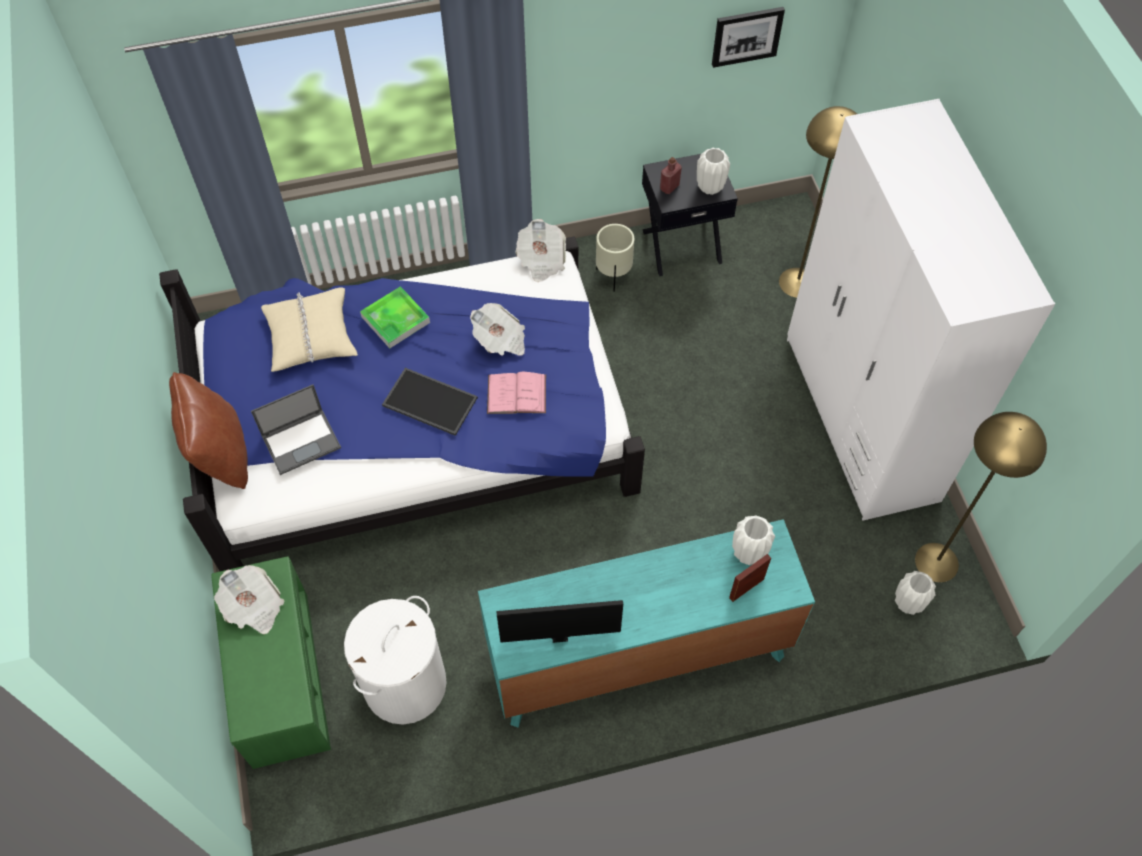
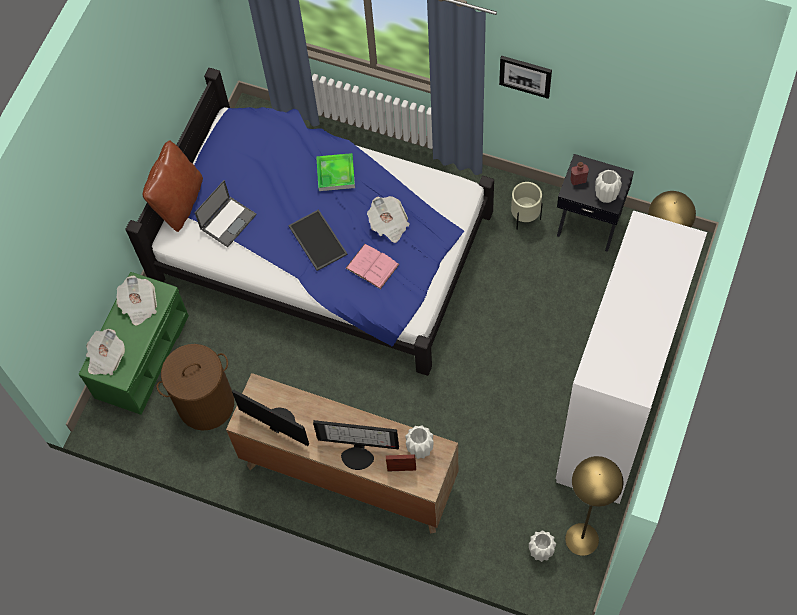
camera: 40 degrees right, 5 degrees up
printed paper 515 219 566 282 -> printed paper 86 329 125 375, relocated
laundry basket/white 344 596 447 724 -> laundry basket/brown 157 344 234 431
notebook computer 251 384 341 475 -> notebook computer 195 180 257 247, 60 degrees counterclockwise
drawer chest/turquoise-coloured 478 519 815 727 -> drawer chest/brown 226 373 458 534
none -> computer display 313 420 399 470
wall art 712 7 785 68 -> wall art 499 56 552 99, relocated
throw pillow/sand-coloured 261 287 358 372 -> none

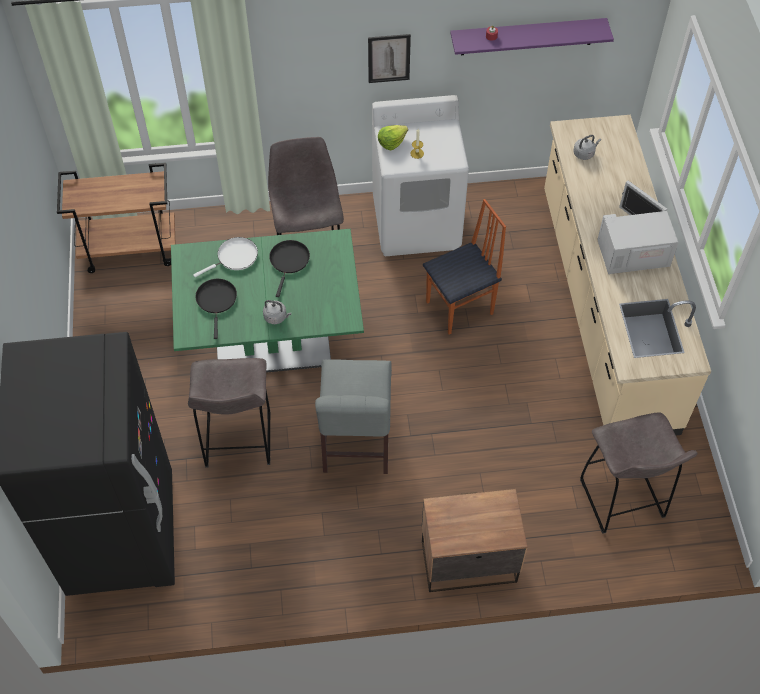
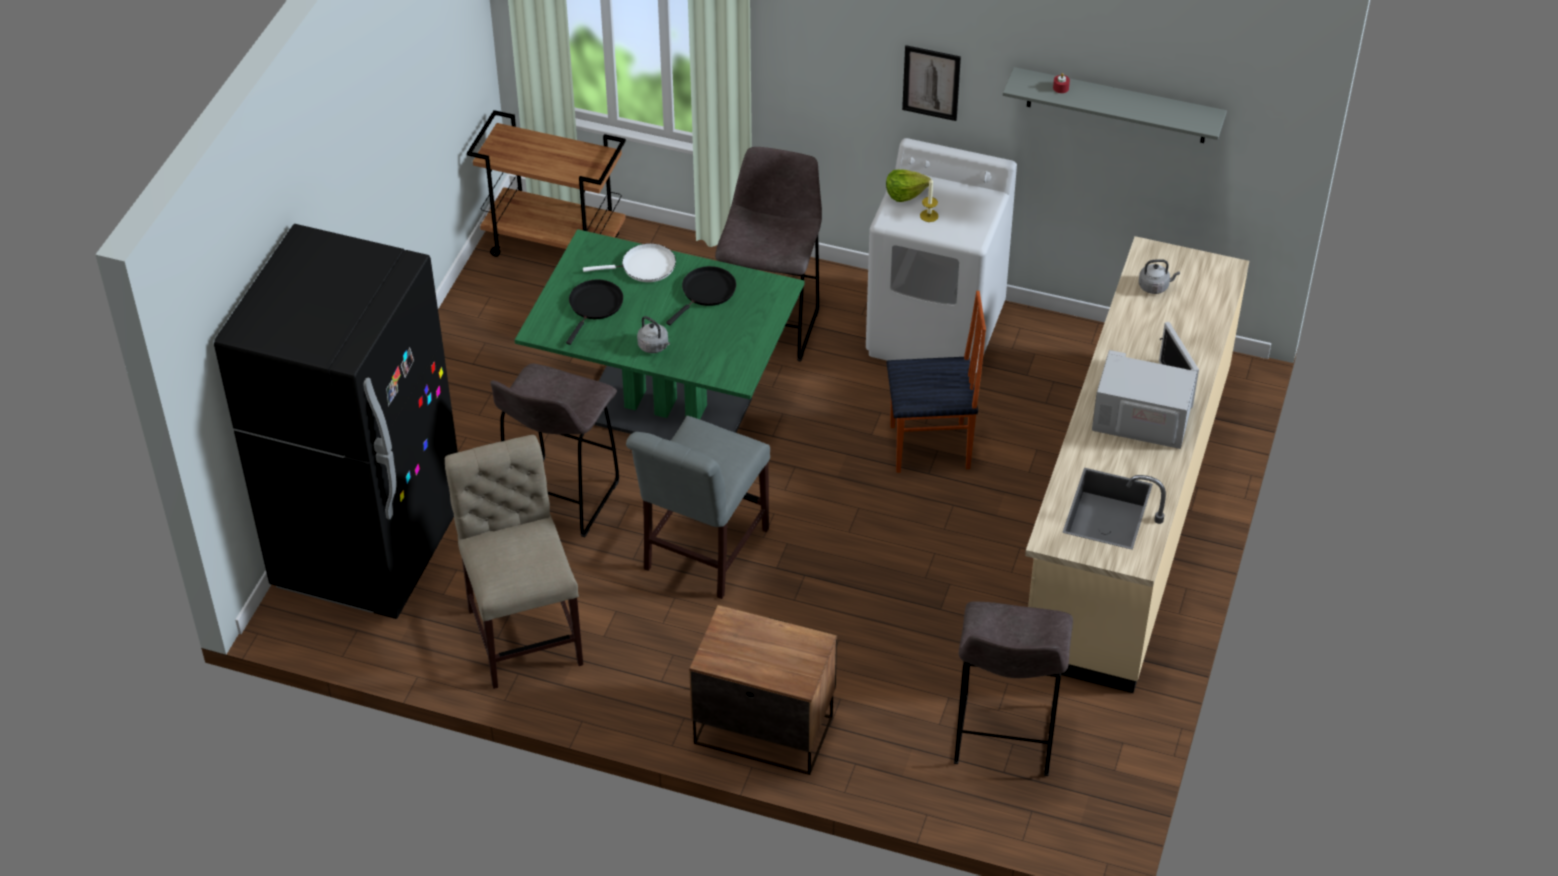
camera: 25 degrees right, 10 degrees down
none -> upright chair/sand-coloured 445 435 583 689
wall shelf/purplish 450 18 614 55 -> wall shelf/grey 1003 67 1227 143

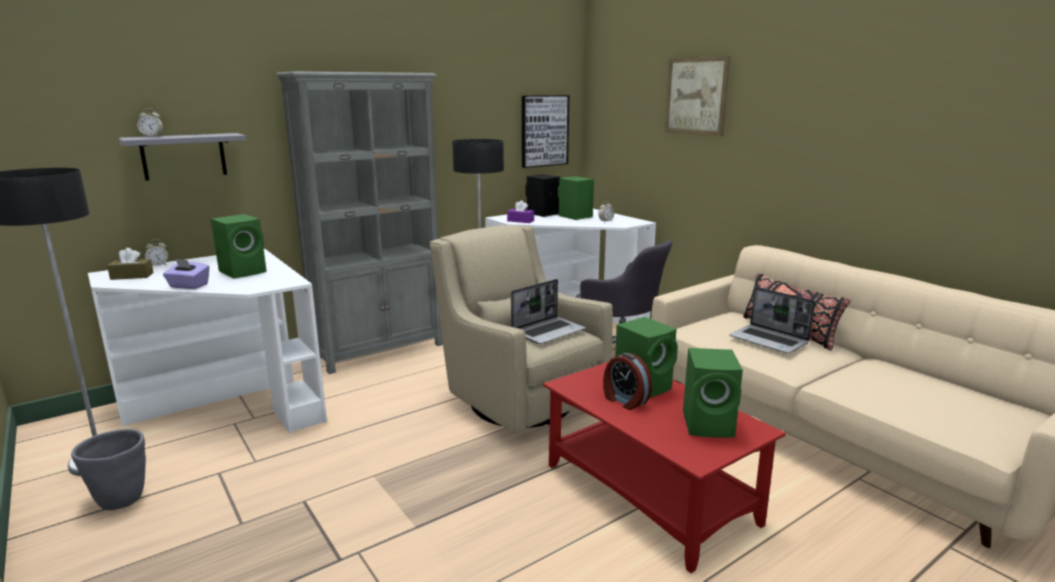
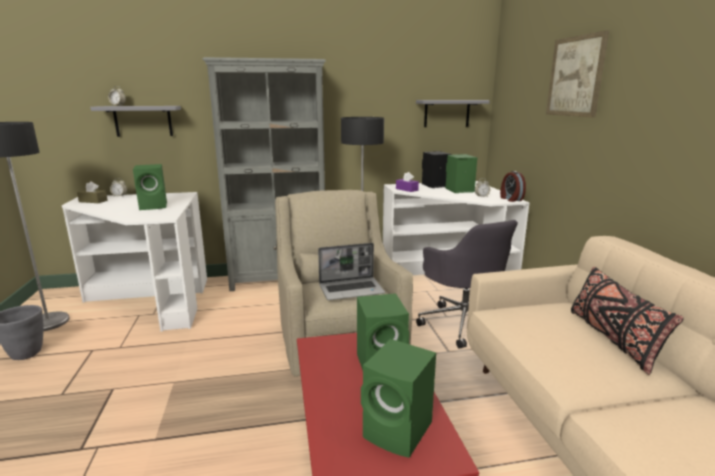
camera: 25 degrees right, 0 degrees up
wall art 522 95 569 168 -> wall shelf/grey 416 100 490 127
table clock 603 353 652 410 -> table clock 500 171 526 202, relocated
box of tissues/purplish 163 259 209 289 -> none
notebook computer 729 287 815 354 -> none

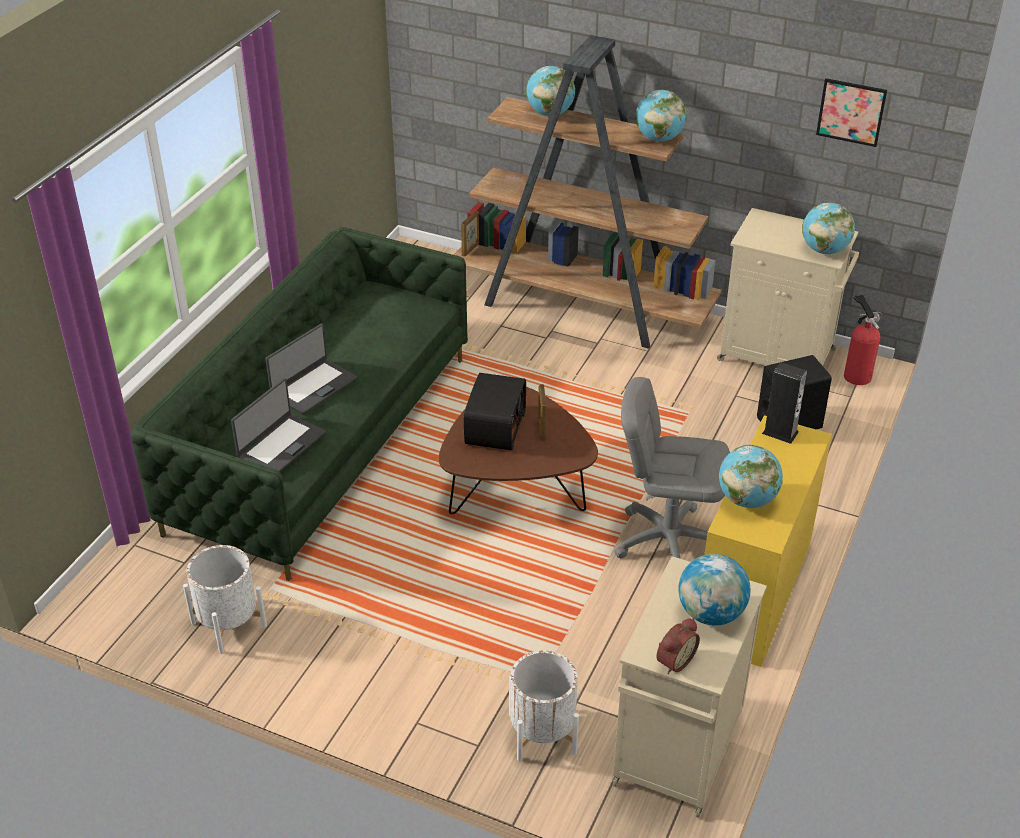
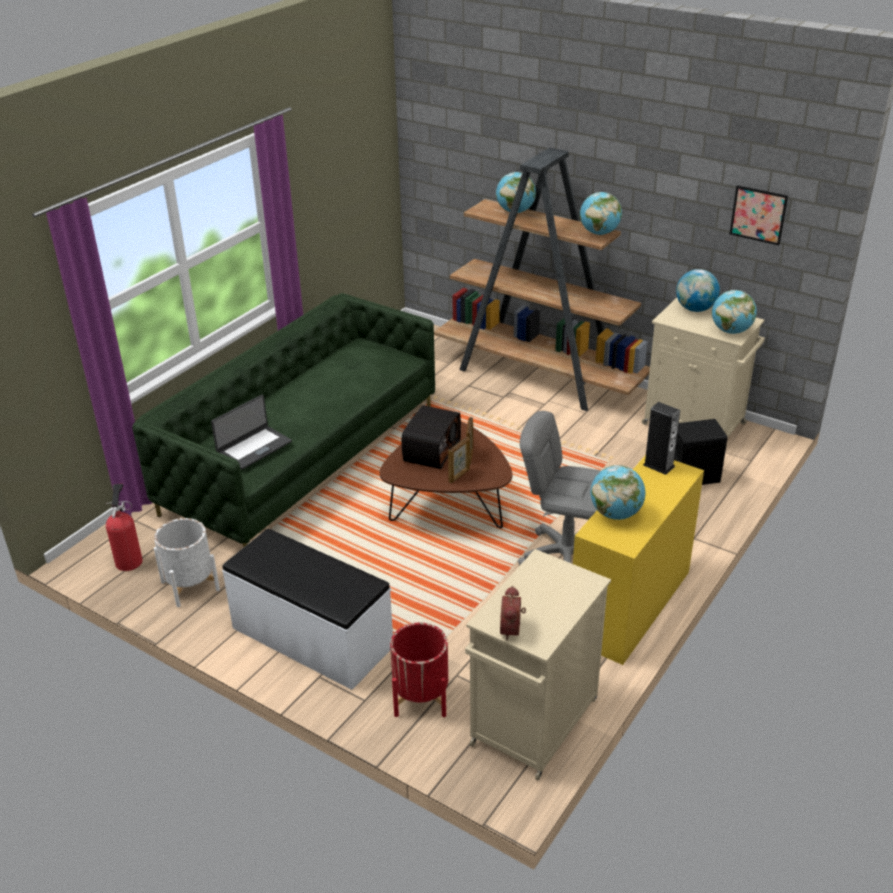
camera: 10 degrees right, 5 degrees down
fire extinguisher 844 295 882 385 -> fire extinguisher 106 484 143 571, relocated
none -> long seat/white 222 529 393 690
plant pot/white 509 650 579 762 -> plant pot/red 390 622 448 717
photo frame 461 211 479 257 -> photo frame 448 437 470 483, relocated
table clock 656 618 700 674 -> table clock 500 586 526 640, 135 degrees clockwise
world globe 679 554 751 625 -> world globe 676 269 720 312, relocated
notebook computer 265 324 358 415 -> none

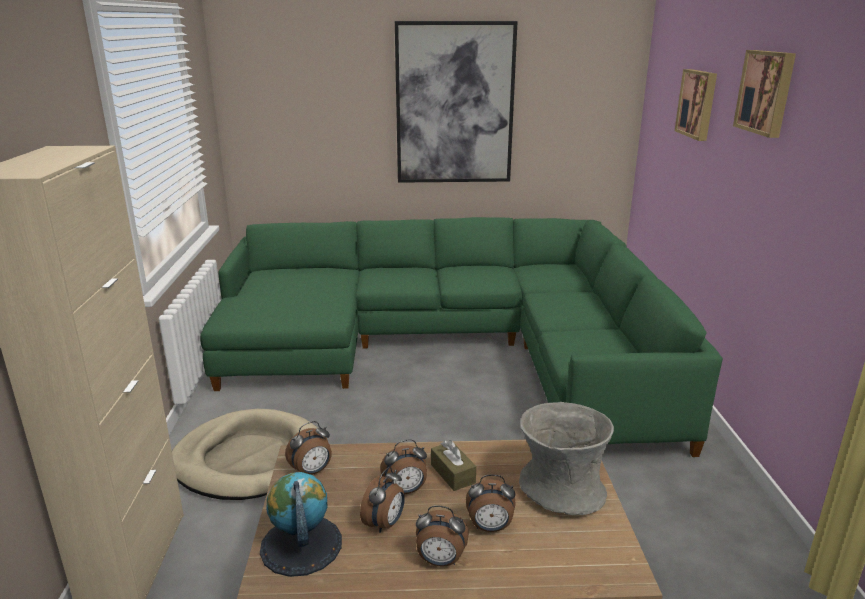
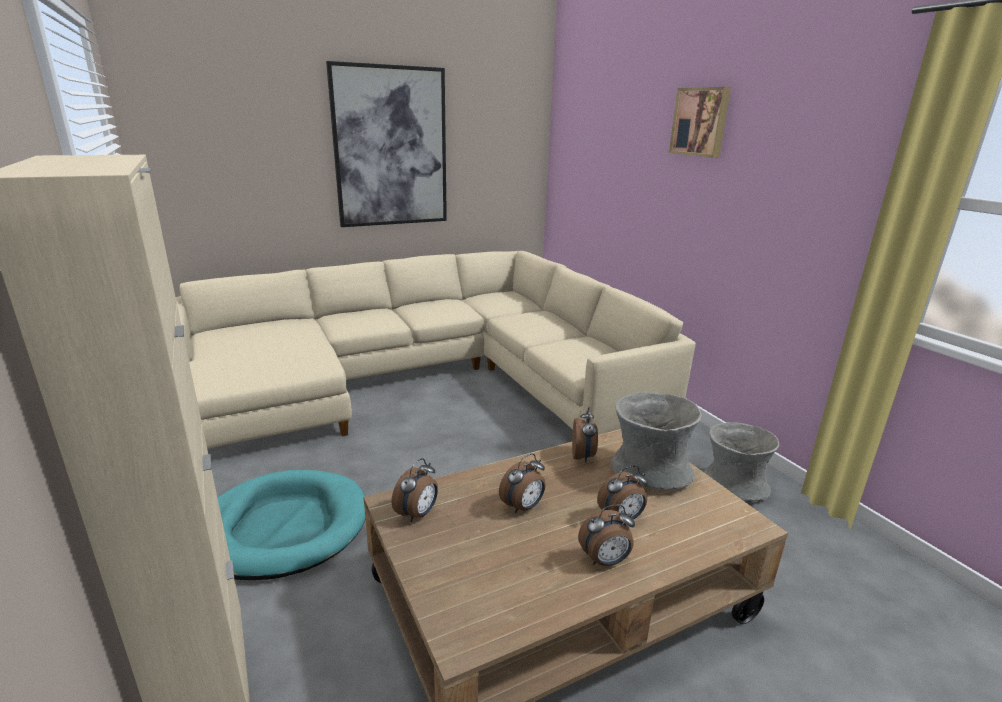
camera: 25 degrees left, 0 degrees up
couch/green 200 217 723 457 -> couch/sand-coloured 176 251 696 449
dog bed/sand-coloured 172 409 317 500 -> dog bed/turquoise-coloured 217 470 365 580
table clock 360 467 405 533 -> table clock 572 407 598 463, relocated
none -> flower vase/grey 704 422 779 501
world globe 260 472 342 577 -> none
box of tissues/brown 431 440 476 491 -> none
wall art 675 69 717 141 -> none

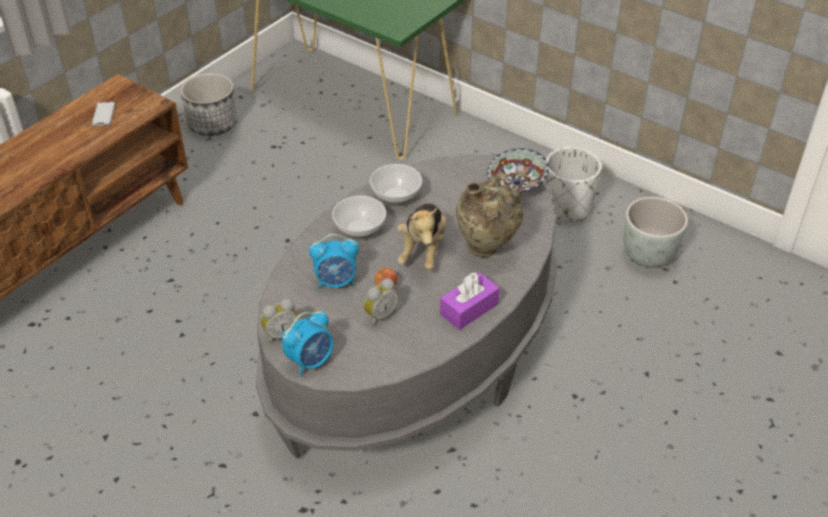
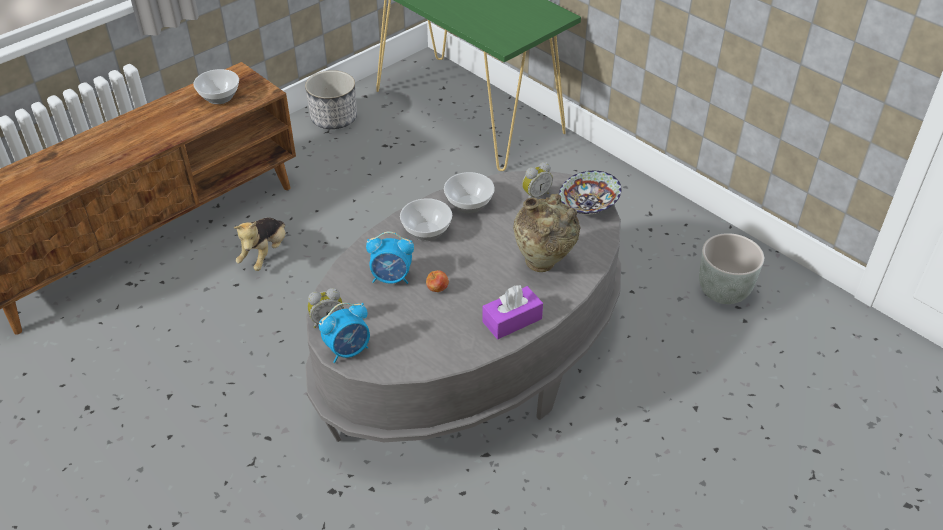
camera: 10 degrees right, 0 degrees up
telephone 92 102 115 126 -> bowl 193 69 239 104
cuddly toy 397 203 447 270 -> cuddly toy 234 218 286 271, relocated
table clock 364 278 399 326 -> table clock 522 162 553 198, relocated
plant pot/white 545 147 602 221 -> none

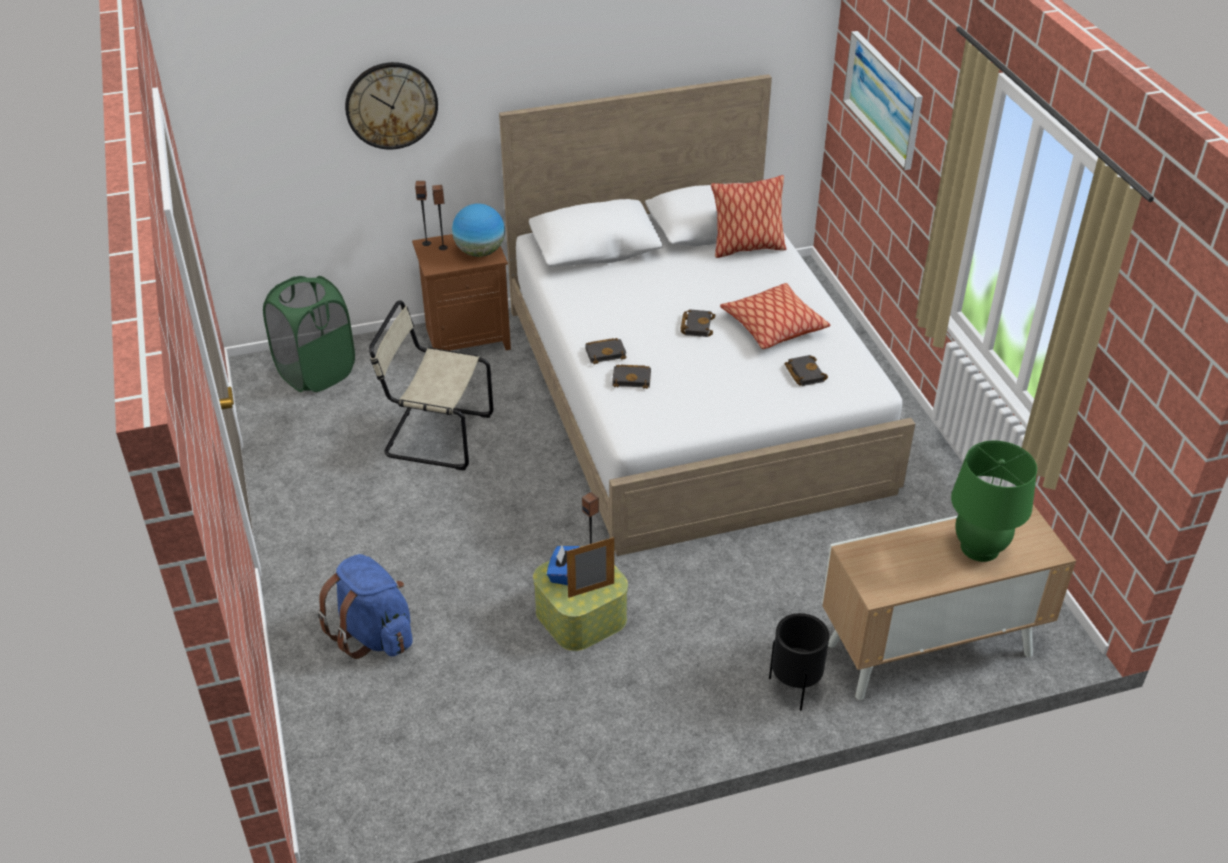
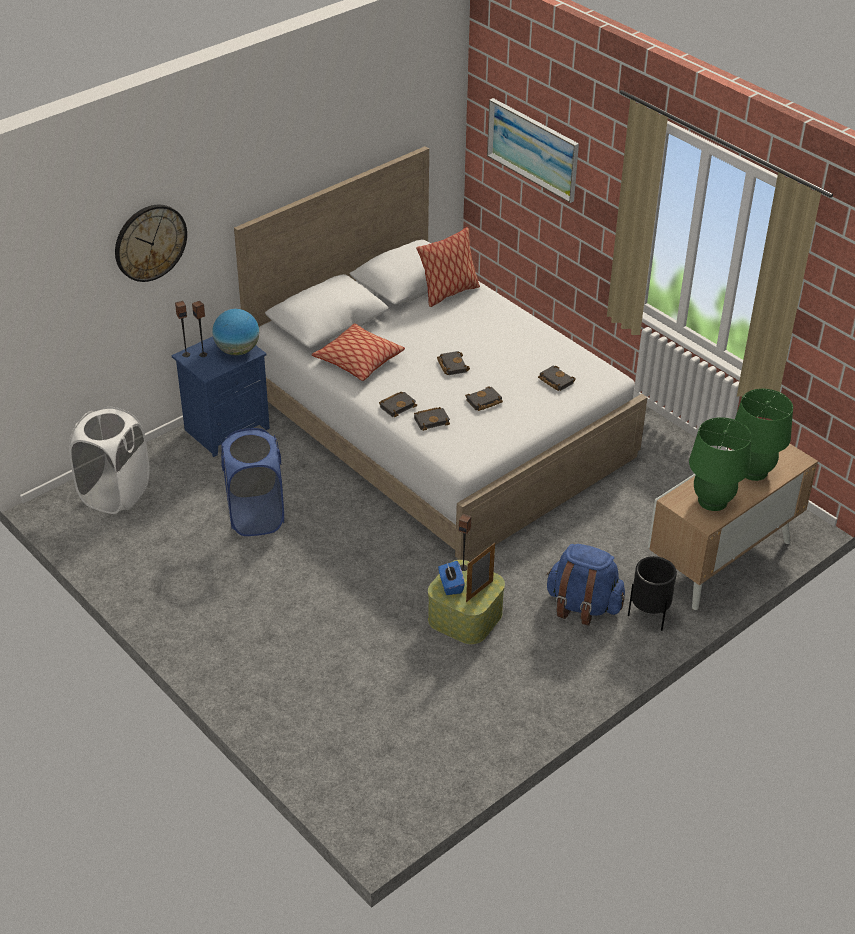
camera: 25 degrees left, 0 degrees up
laundry basket/green 263 276 355 392 -> laundry basket/white 69 406 150 514
bedside table/brown 412 234 511 351 -> bedside table/blue 171 336 270 457
upright chair/sand-coloured 369 300 493 470 -> laundry basket/blue 221 428 284 536
throw pillow 720 283 830 349 -> throw pillow 312 323 405 381, relocated
none -> book/blackish 465 386 503 411
backpack/blue 317 554 413 659 -> backpack/blue 546 544 625 625, relocated
none -> tabletop lamp/green 689 417 752 511

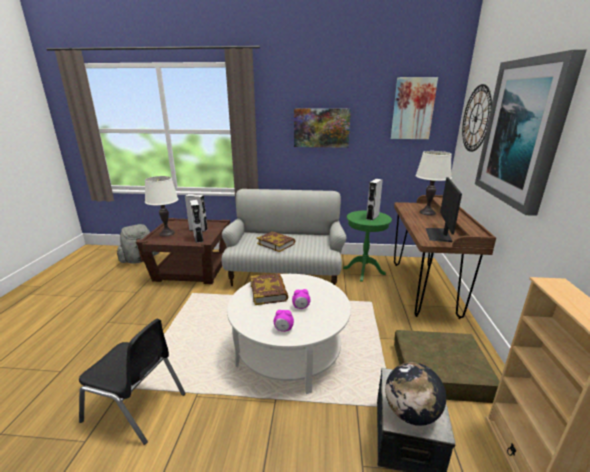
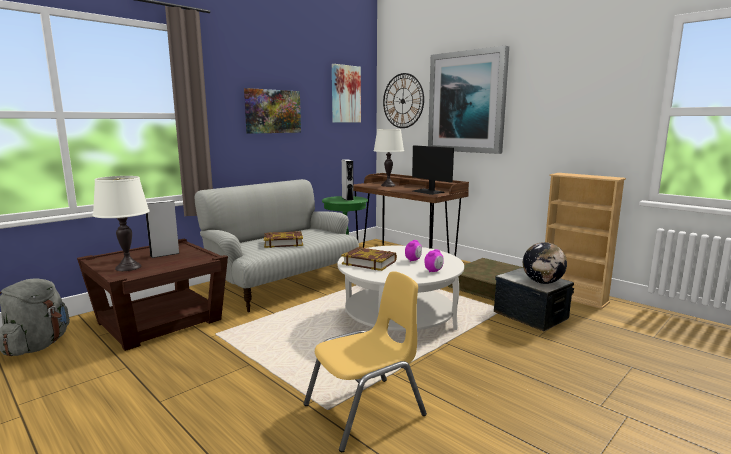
camera: 50 degrees left, 10 degrees down
upright chair/blackish 79 319 186 445 -> upright chair/yellowish 304 271 427 452
audio speaker/grey 190 200 204 243 -> none

